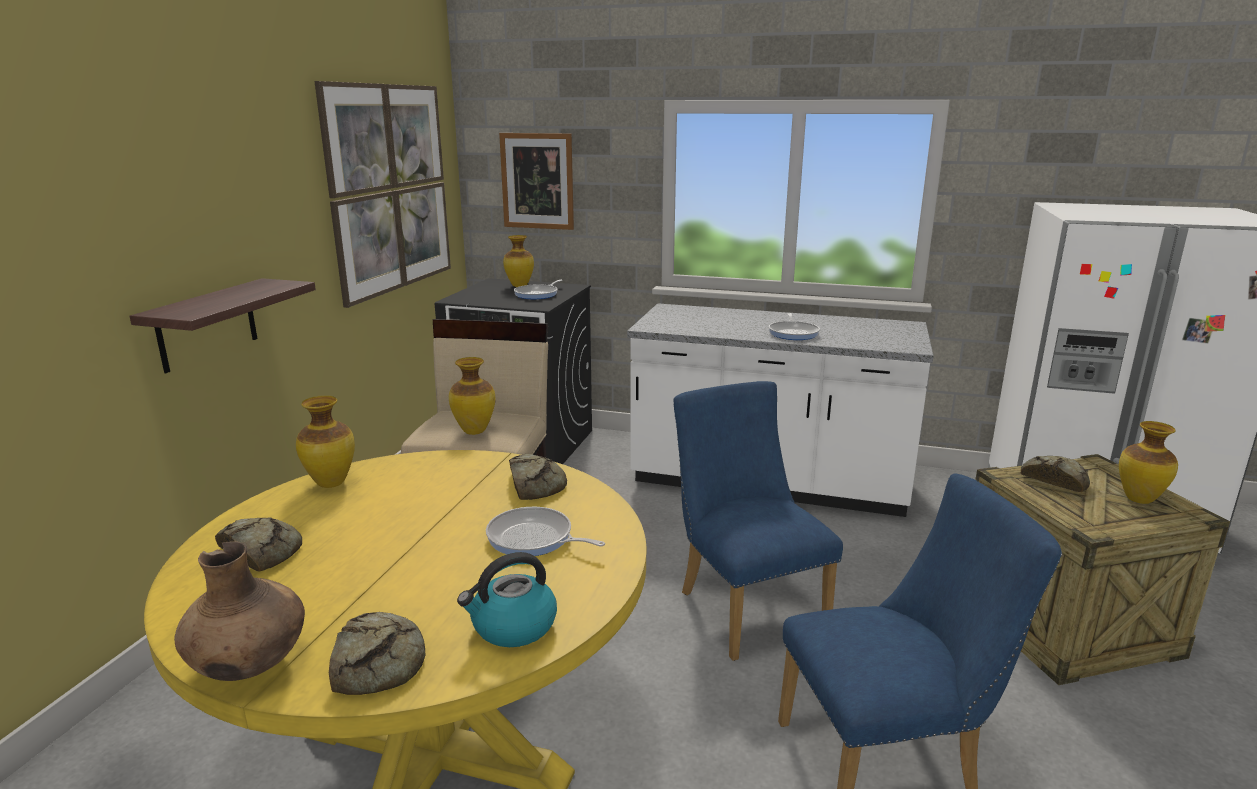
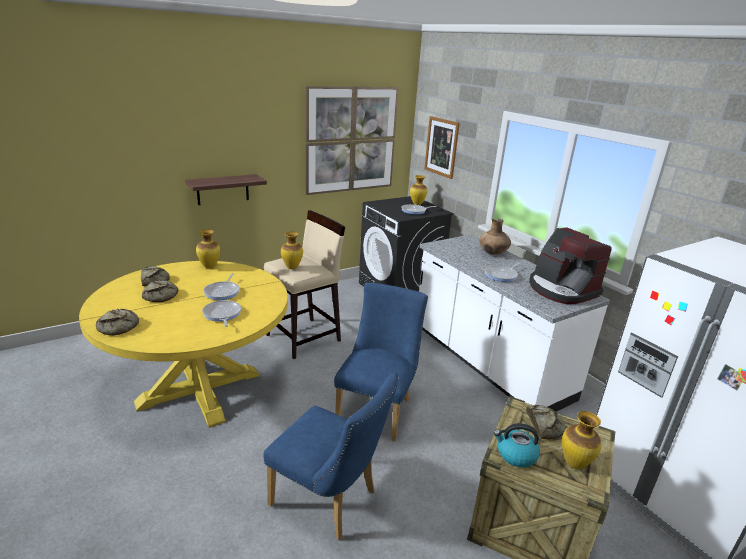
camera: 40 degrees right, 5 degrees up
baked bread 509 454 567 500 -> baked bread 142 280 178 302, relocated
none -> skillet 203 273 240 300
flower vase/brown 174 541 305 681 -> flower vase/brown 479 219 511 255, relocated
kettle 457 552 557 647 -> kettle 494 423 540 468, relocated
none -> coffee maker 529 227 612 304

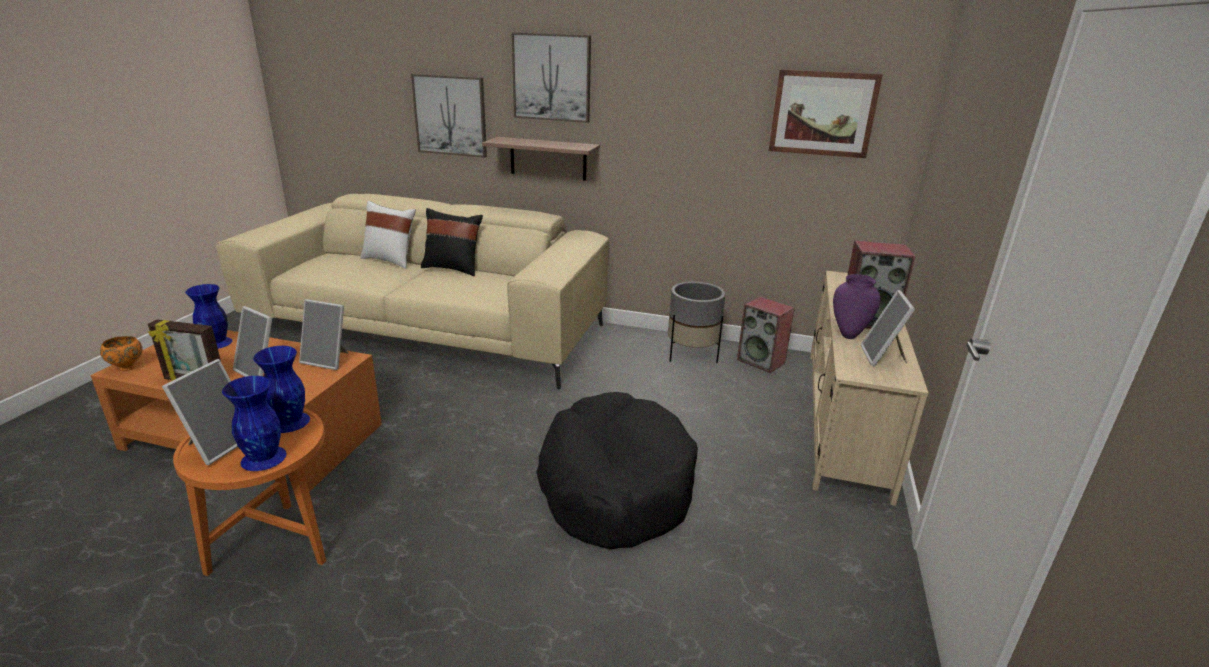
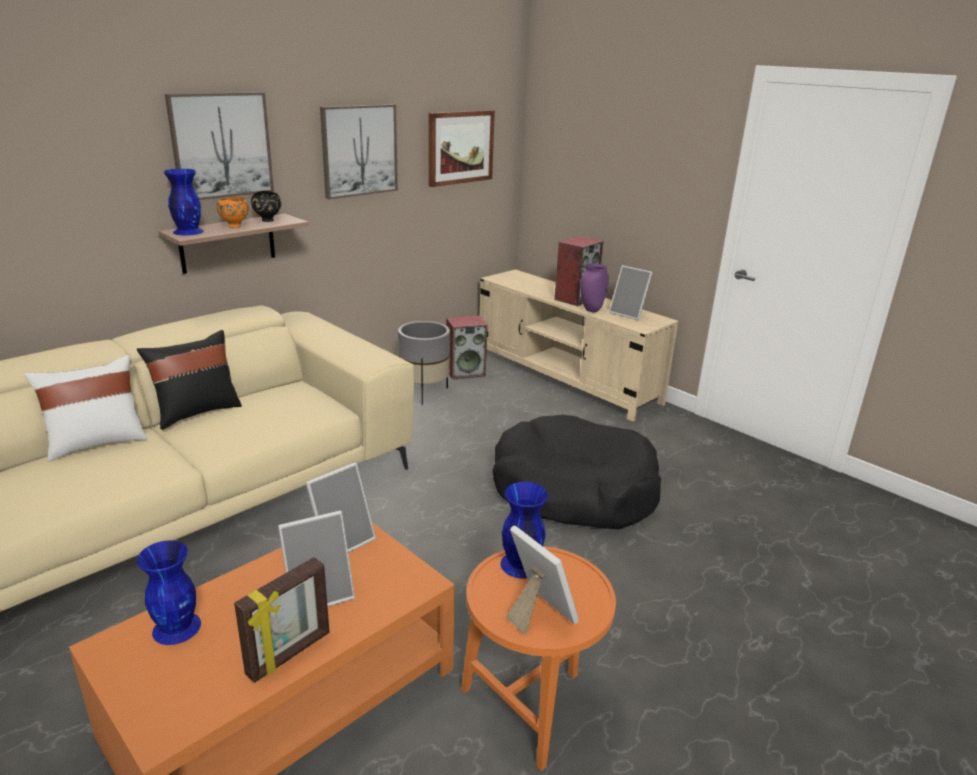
camera: 60 degrees left, 0 degrees up
flower vase/blue 222 376 287 471 -> flower vase/blue 164 169 204 235, relocated
bowl/orange-coloured 100 336 143 371 -> bowl/orange-coloured 216 197 249 228, relocated
none -> bowl/blackish 251 191 282 222
wall art 411 74 487 158 -> wall art 320 104 398 199, relocated

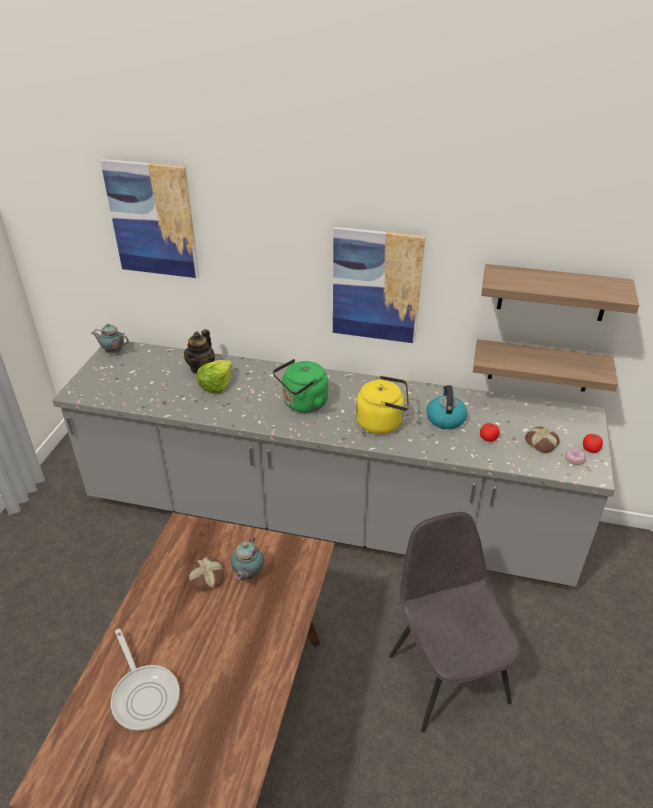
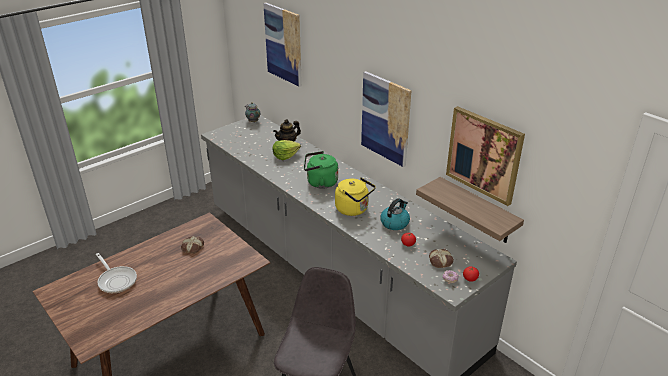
camera: 35 degrees right, 5 degrees down
skillet 111 628 180 731 -> skillet 96 253 137 293, 45 degrees counterclockwise
wall shelf 481 264 639 321 -> wall art 446 106 525 206
pot for tea 231 535 264 580 -> none

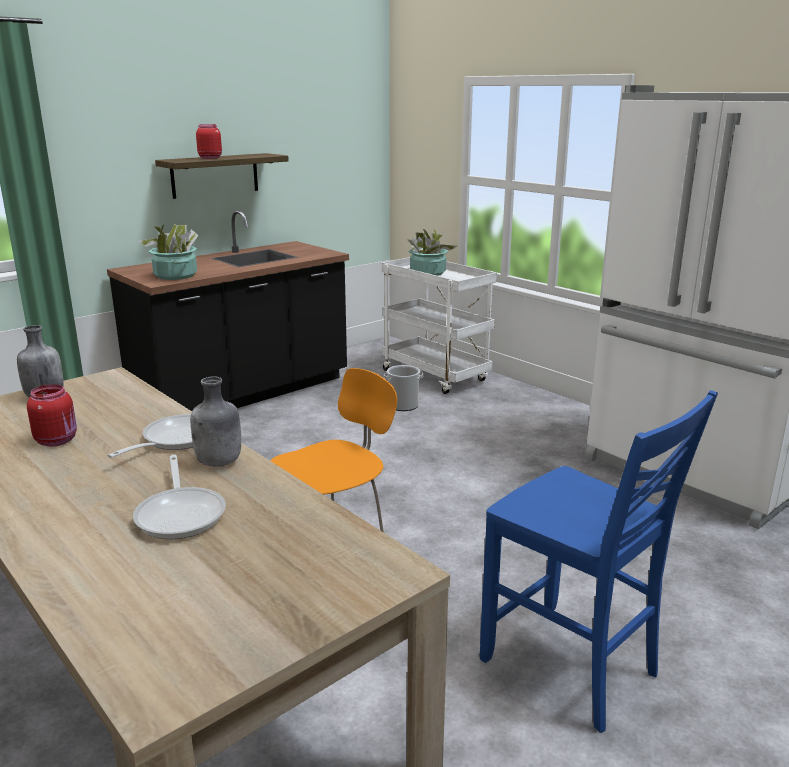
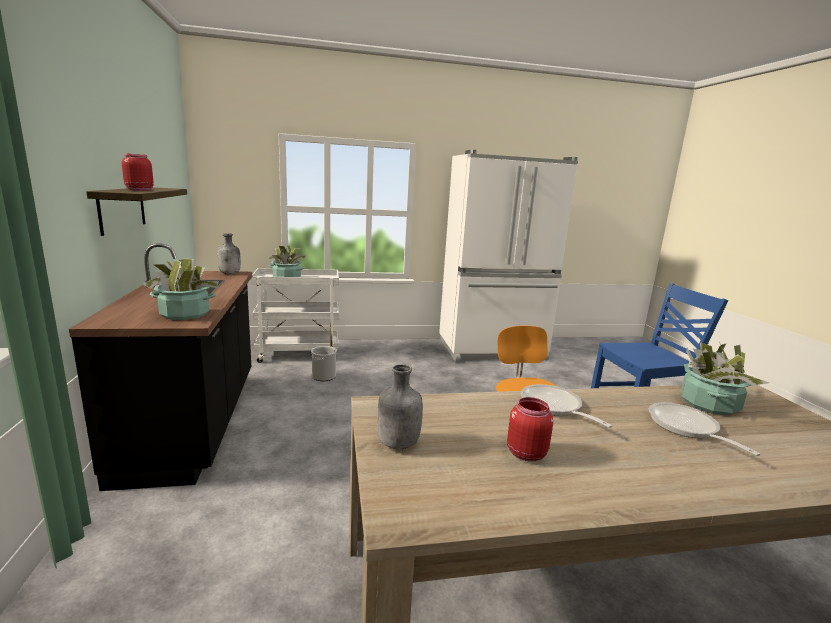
camera: 60 degrees left, 5 degrees down
beverage bottle/grey 191 376 241 467 -> beverage bottle/grey 217 234 241 274, relocated
skillet 133 455 226 539 -> skillet 649 402 761 456, 120 degrees counterclockwise
none -> plant in a pot 681 342 769 415

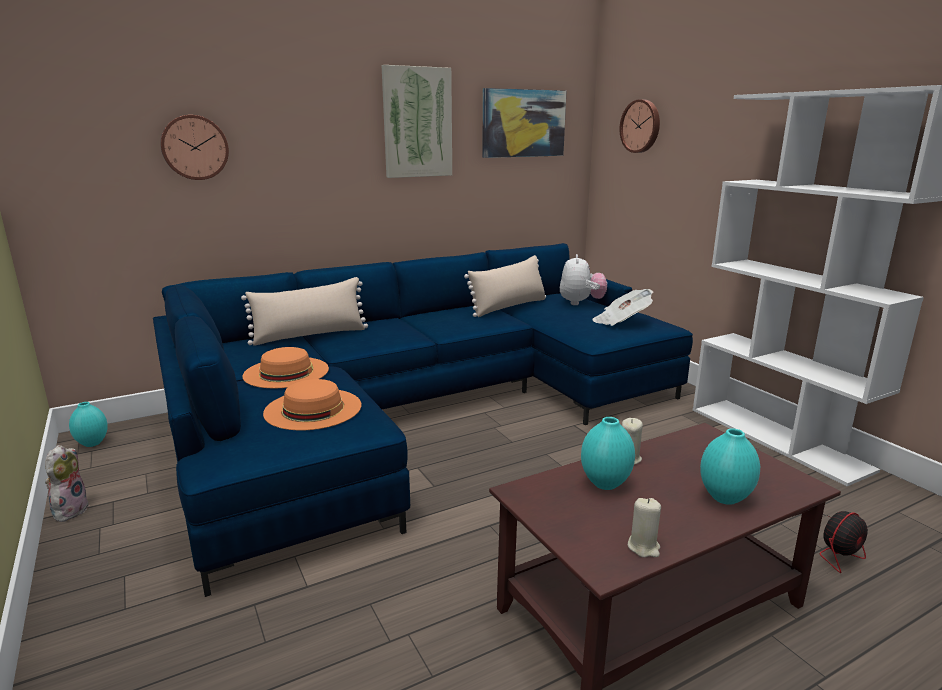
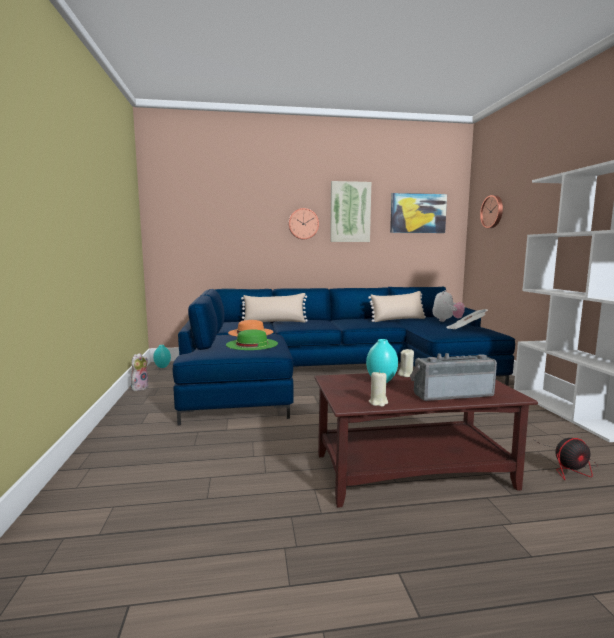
camera: 20 degrees right, 10 degrees down
wearable hat/orange-coloured 263 379 361 430 -> wearable hat/green 226 330 278 350
hanging clock 160 115 229 180 -> hanging clock 288 208 319 240, relocated
flower vase/turquoise-coloured 700 428 760 505 -> radio receiver 410 353 497 401

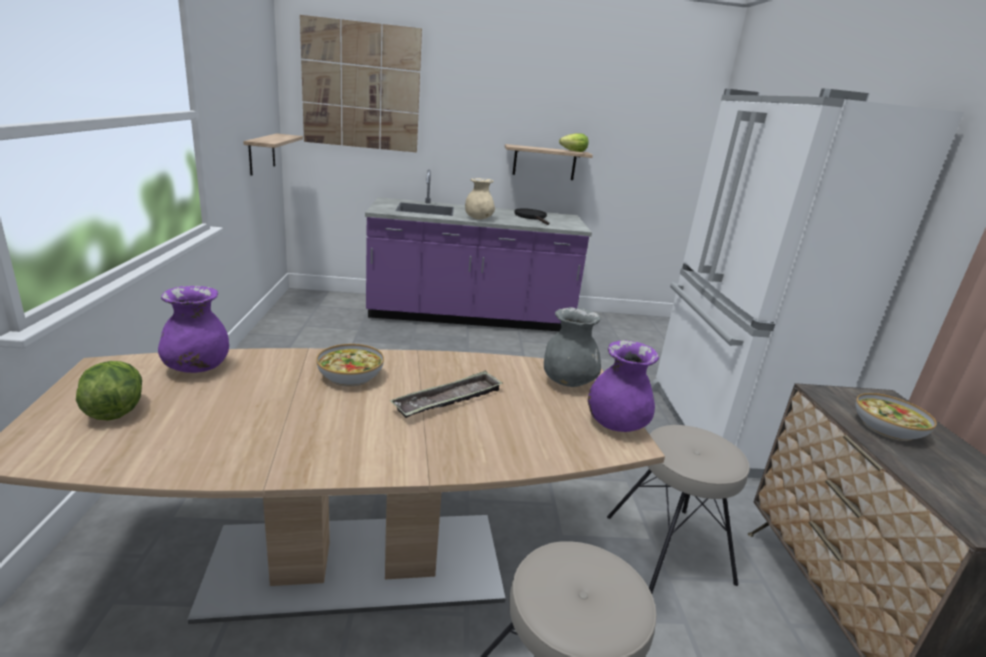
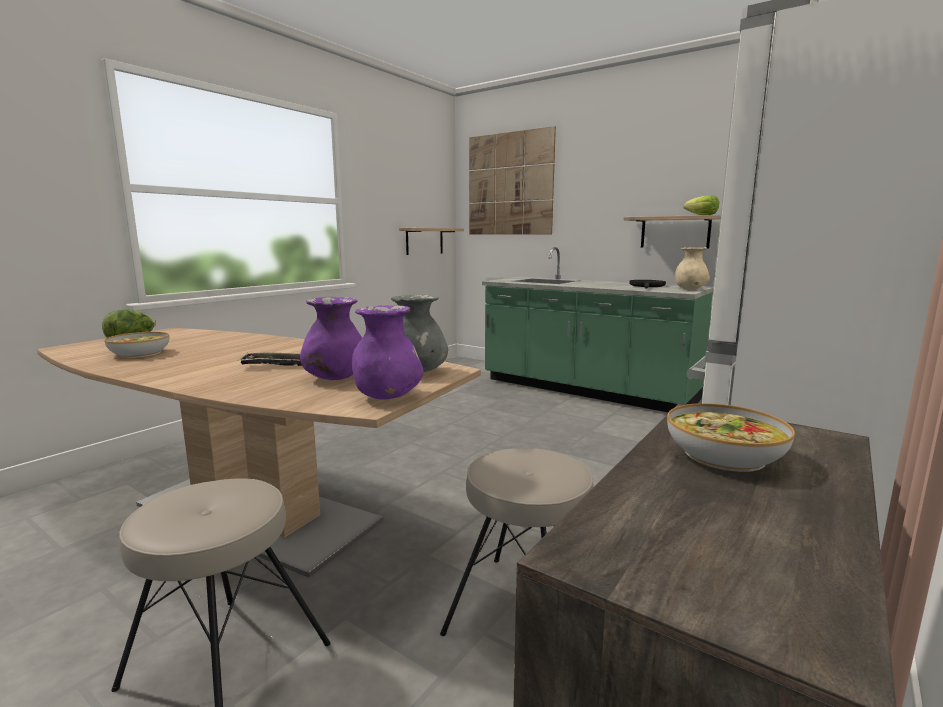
camera: 40 degrees right, 10 degrees down
bowl 316 344 384 387 -> bowl 104 332 169 358, relocated
flower vase/purplish 158 286 229 373 -> flower vase/purplish 300 297 362 380, relocated
counter/purplish 365 170 592 331 -> counter/green 482 247 713 412
flower vase/sand-coloured 465 178 495 219 -> flower vase/sand-coloured 675 247 710 290, relocated

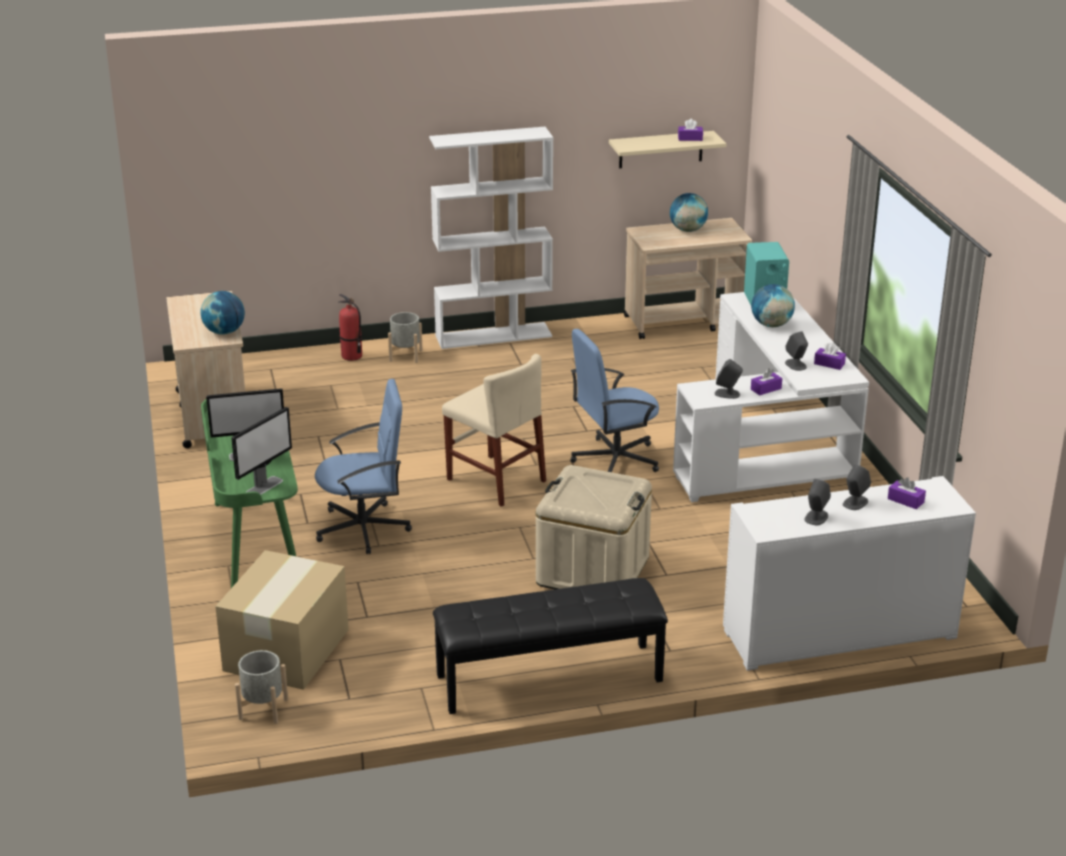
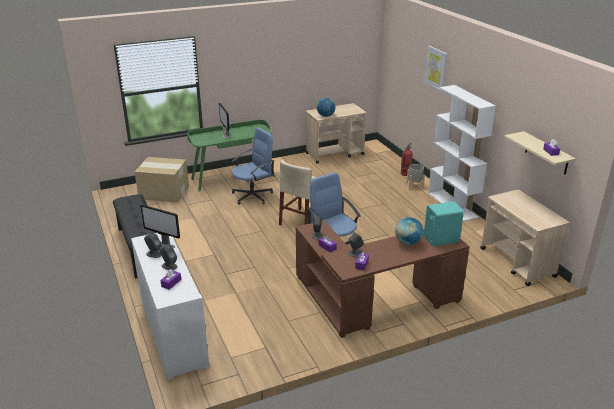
camera: 80 degrees right, 0 degrees up
computer display 231 407 292 495 -> computer display 140 205 180 248, relocated
office chair/blue 315 379 412 554 -> office chair/blue 232 127 274 205, 105 degrees counterclockwise
desk unit/white 673 292 869 502 -> desk unit/brown 296 220 470 338
none -> wall art 424 46 447 92
plant pot/grey 235 650 288 724 -> none
storage container/sand-coloured 536 465 652 589 -> none
world globe 670 193 708 232 -> none

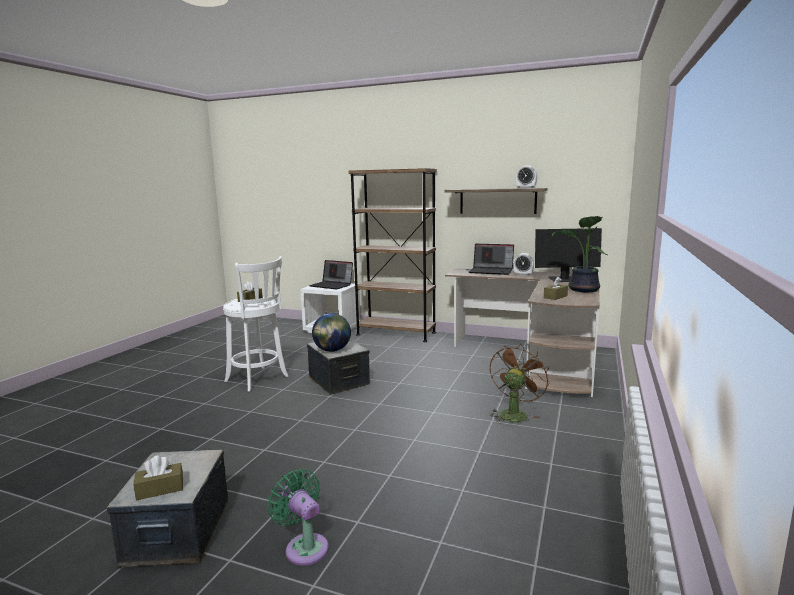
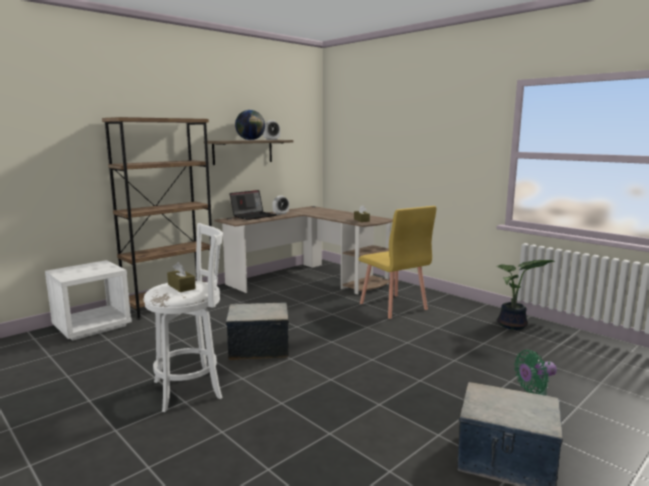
camera: 65 degrees left, 0 degrees up
world globe 312 313 351 352 -> world globe 235 110 265 140, relocated
cooling fan/brown 490 345 550 423 -> upright chair/yellowish 358 206 436 319
plant in a pot 552 216 607 292 -> plant in a pot 497 260 555 330, relocated
box of tissues/brown 133 455 183 501 -> none
notebook computer 309 260 353 289 -> none
computer display 535 228 602 282 -> none

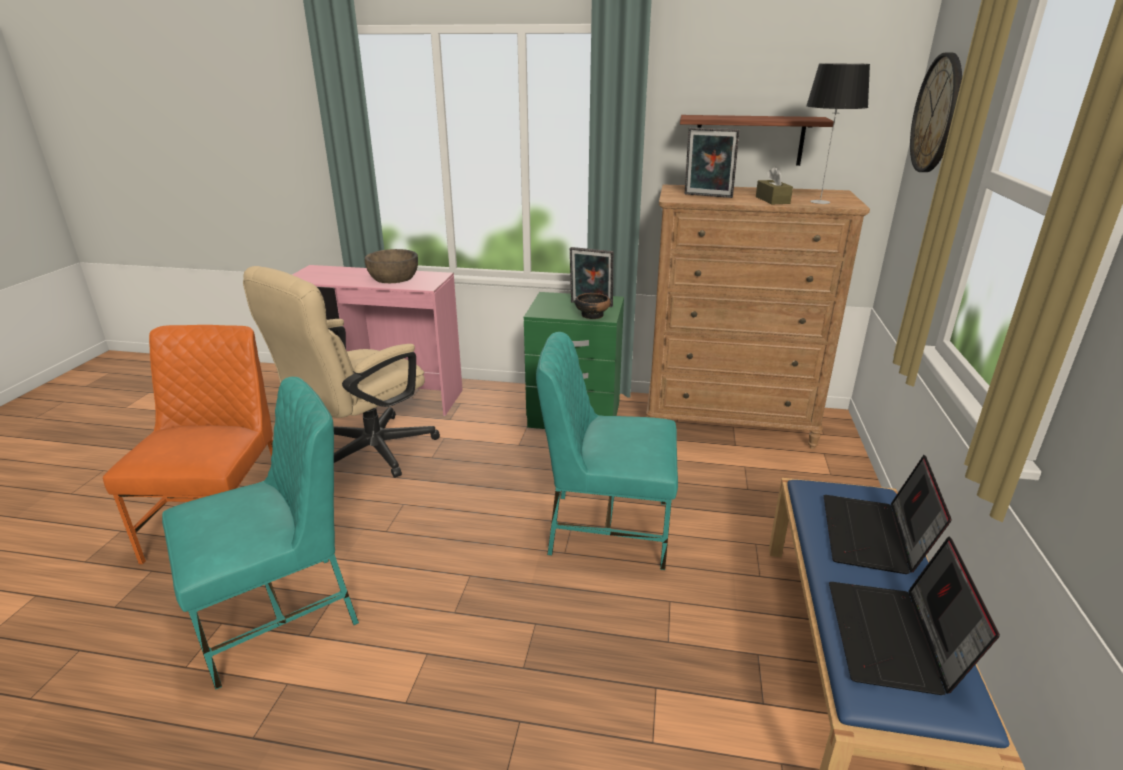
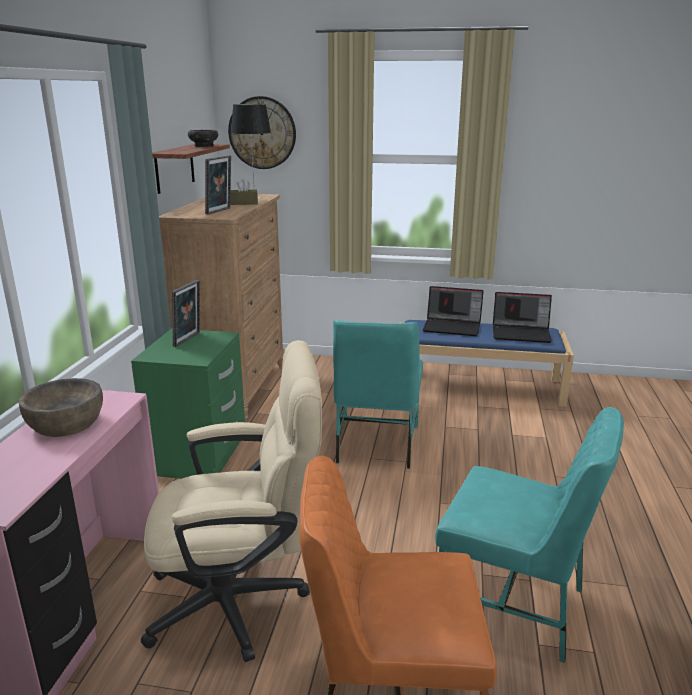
camera: 90 degrees left, 5 degrees down
office chair/sand-coloured 243 266 440 478 -> office chair/sand-coloured 141 340 322 662, 45 degrees counterclockwise
bowl 575 293 611 319 -> bowl 188 130 218 147, relocated
upright chair/turquoise-coloured 162 377 359 690 -> upright chair/turquoise-coloured 435 407 624 663, 150 degrees clockwise

